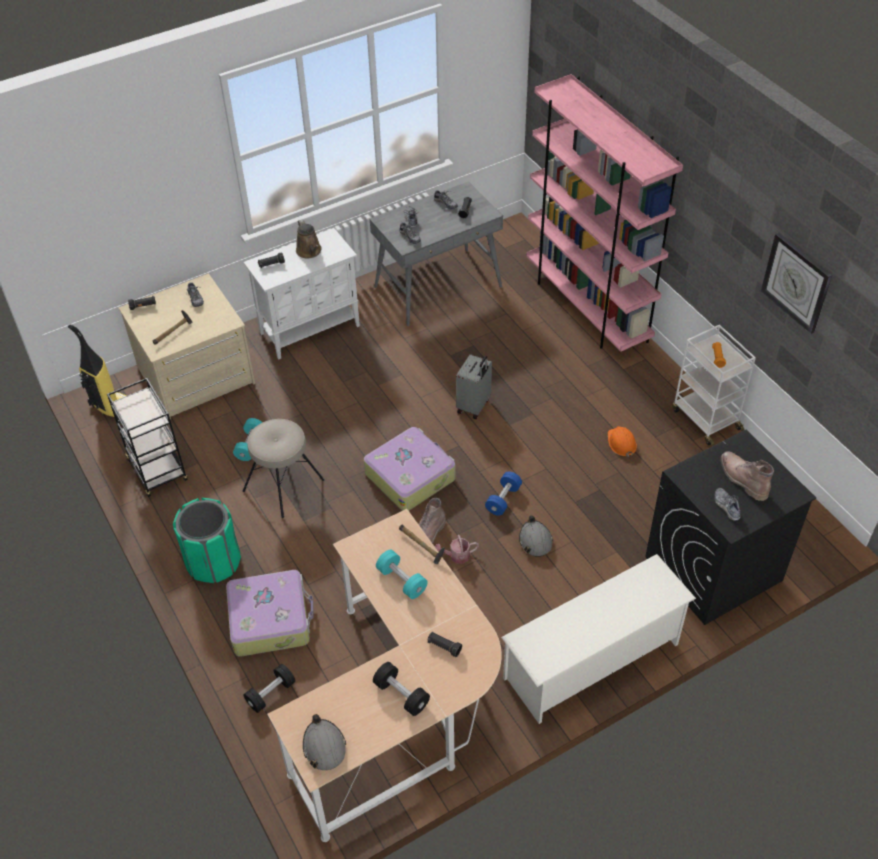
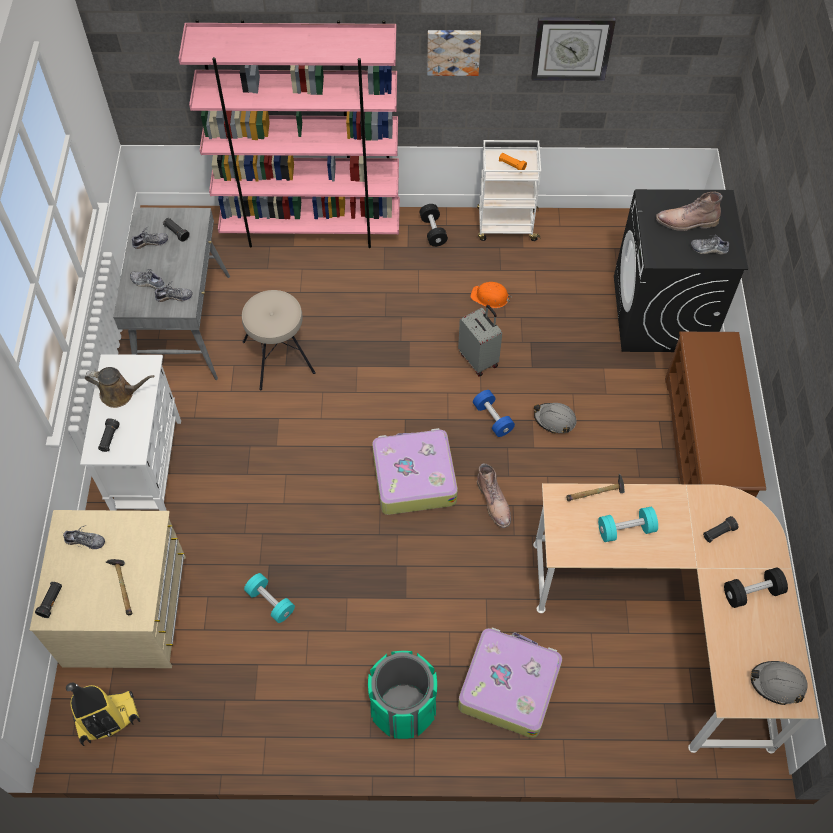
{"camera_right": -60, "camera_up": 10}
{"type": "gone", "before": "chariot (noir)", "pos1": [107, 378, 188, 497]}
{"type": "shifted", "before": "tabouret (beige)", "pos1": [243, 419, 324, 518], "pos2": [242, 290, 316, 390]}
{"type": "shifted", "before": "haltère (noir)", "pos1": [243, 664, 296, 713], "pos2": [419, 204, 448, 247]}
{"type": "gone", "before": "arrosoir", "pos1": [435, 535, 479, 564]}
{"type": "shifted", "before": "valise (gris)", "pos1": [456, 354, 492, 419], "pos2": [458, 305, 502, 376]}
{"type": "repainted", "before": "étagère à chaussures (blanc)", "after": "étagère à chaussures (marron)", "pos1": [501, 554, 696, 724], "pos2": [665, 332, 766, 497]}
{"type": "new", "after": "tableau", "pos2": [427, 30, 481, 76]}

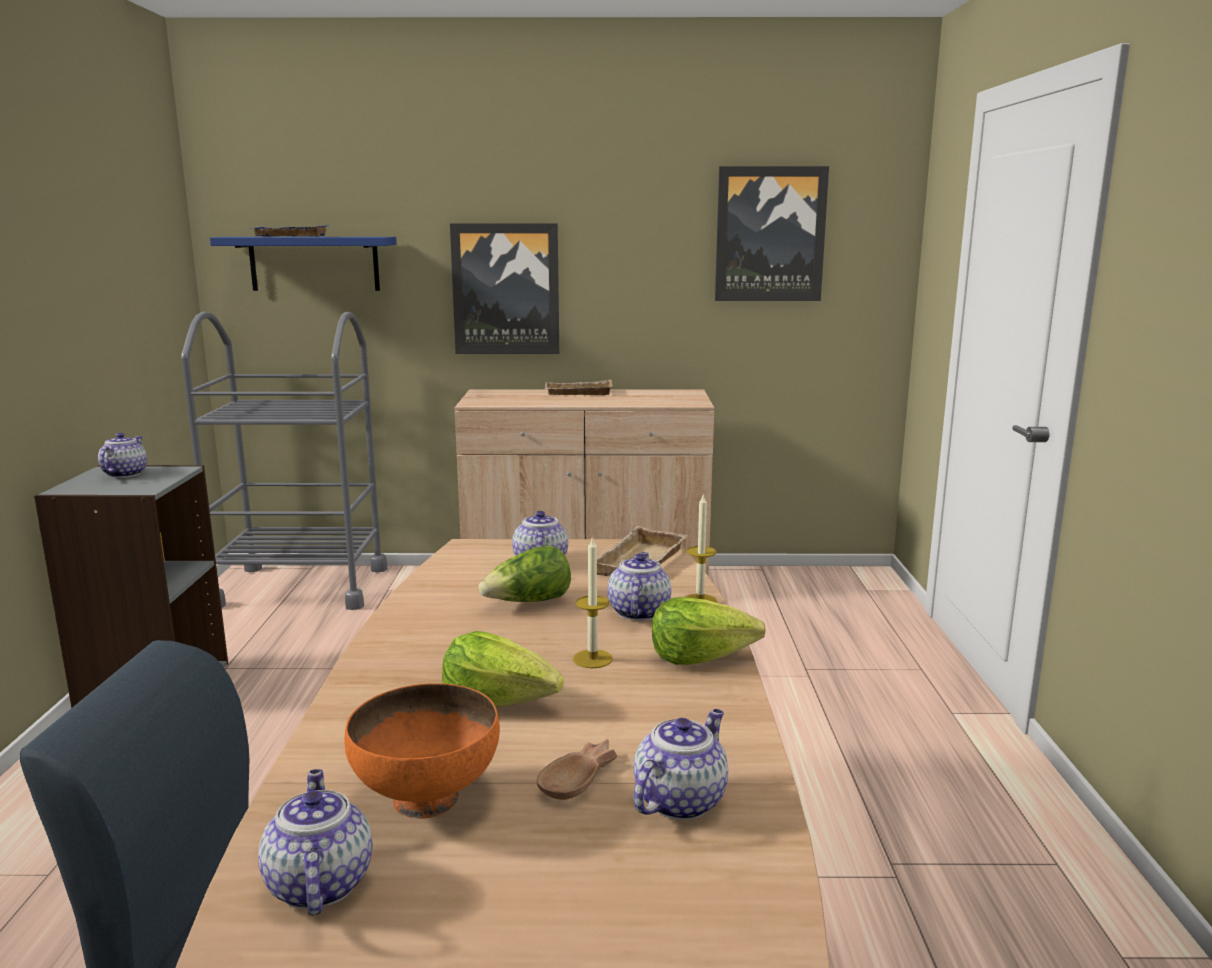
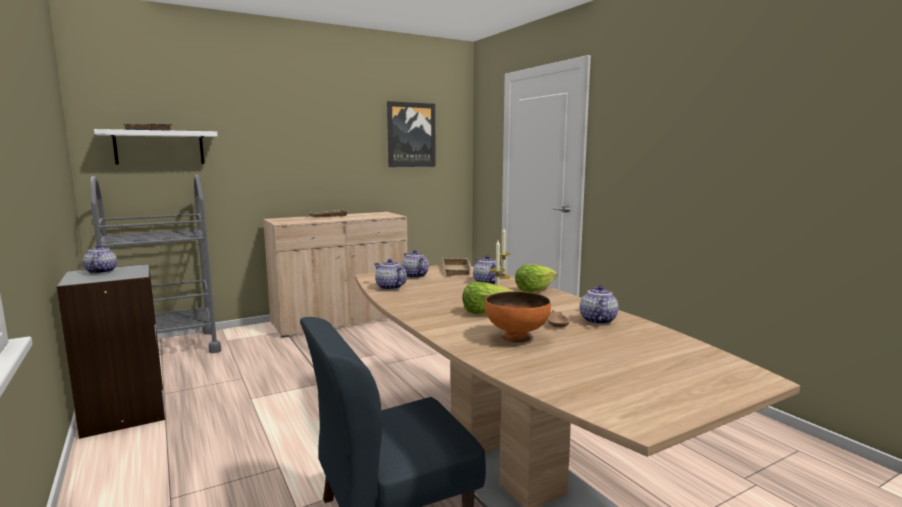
{"camera_right": -30, "camera_up": -5}
{"type": "repainted", "before": "étagère (bleu)", "after": "étagère (blanc)", "pos1": [210, 237, 397, 291], "pos2": [94, 129, 218, 165]}
{"type": "shifted", "before": "théière", "pos1": [258, 769, 373, 916], "pos2": [374, 259, 407, 290]}
{"type": "gone", "before": "tableau", "pos1": [450, 223, 559, 354]}
{"type": "gone", "before": "laitue", "pos1": [478, 545, 571, 602]}

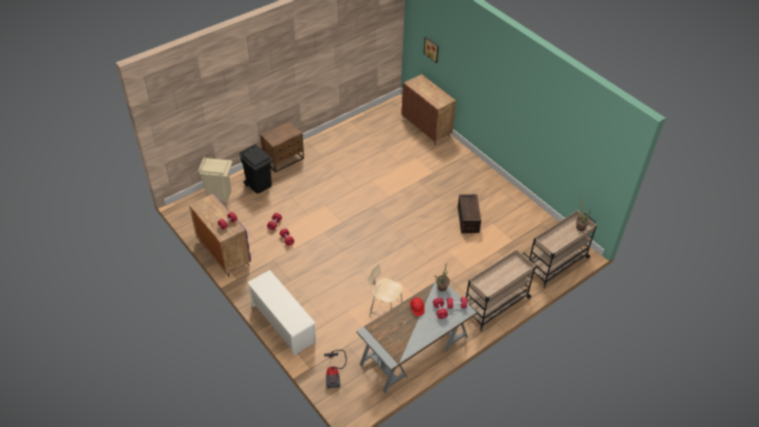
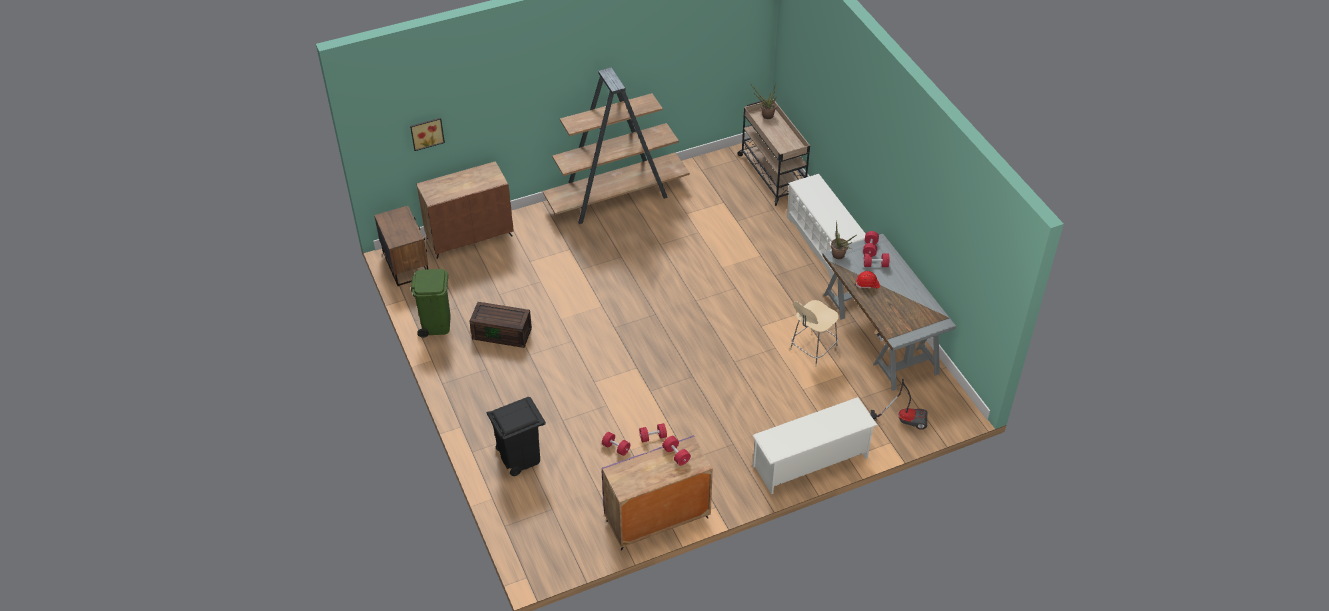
{"camera_right": -75, "camera_up": 0}
{"type": "gone", "before": "poubelle (beige)", "pos1": [198, 157, 232, 202]}
{"type": "shifted", "before": "table de chevet (marron)", "pos1": [260, 121, 304, 173], "pos2": [374, 206, 428, 286]}
{"type": "shifted", "before": "boîte de rangement (marron)", "pos1": [458, 194, 481, 233], "pos2": [469, 302, 532, 348]}
{"type": "swapped", "before": "chariot (beige)", "after": "étagère à chaussures (blanc)", "pos1": [466, 249, 536, 332], "pos2": [787, 174, 865, 279]}
{"type": "new", "after": "poubelle (vert)", "pos2": [411, 269, 451, 338]}
{"type": "new", "after": "bibliothèque (marron)", "pos2": [543, 68, 690, 224]}

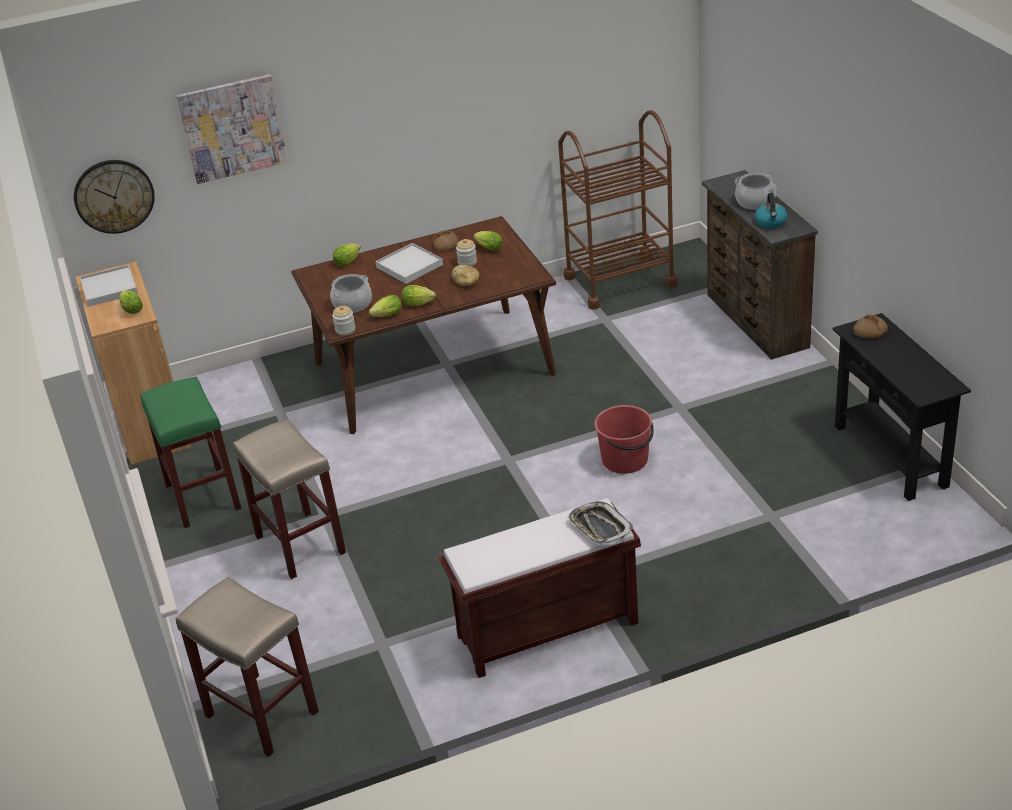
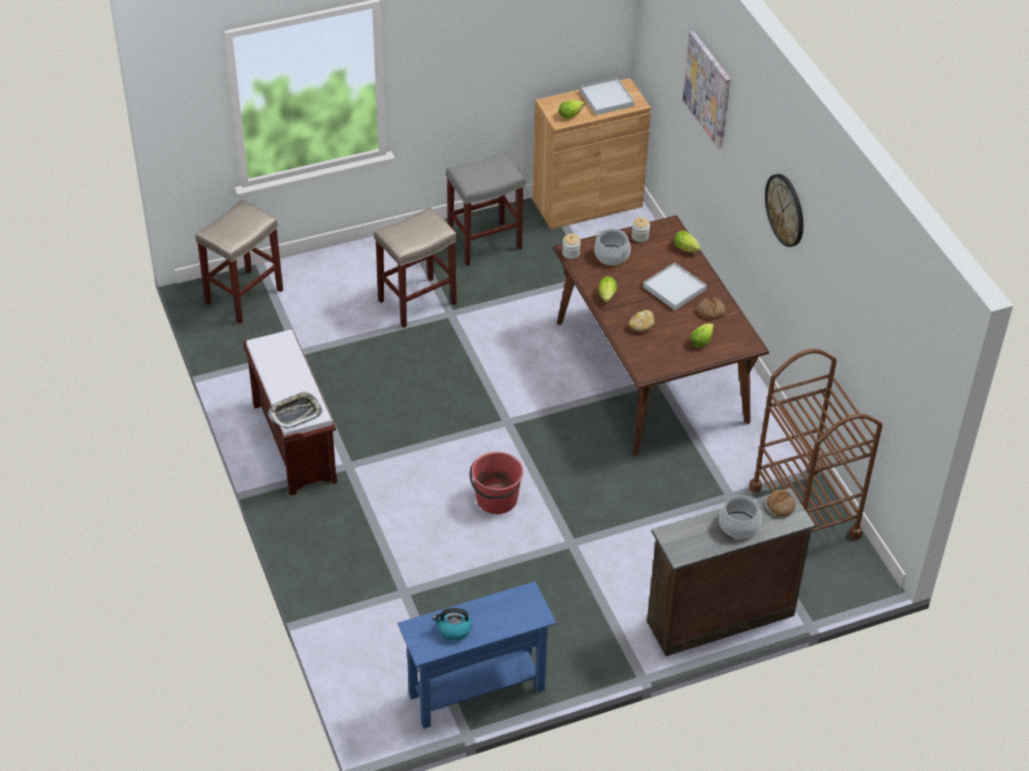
{"camera_right": 85, "camera_up": 10}
{"type": "shifted", "before": "horloge murale", "pos1": [74, 160, 155, 234], "pos2": [765, 174, 803, 247]}
{"type": "repainted", "before": "tabouret (vert)", "after": "tabouret (gris)", "pos1": [140, 377, 241, 528], "pos2": [446, 152, 525, 266]}
{"type": "gone", "before": "laitue", "pos1": [369, 295, 402, 317]}
{"type": "shifted", "before": "bocal", "pos1": [456, 239, 477, 266], "pos2": [631, 217, 650, 242]}
{"type": "shifted", "before": "bouilloire", "pos1": [755, 193, 787, 228], "pos2": [432, 608, 472, 641]}
{"type": "repainted", "before": "table console (noir)", "after": "table console (bleu)", "pos1": [833, 313, 971, 501], "pos2": [398, 581, 556, 729]}
{"type": "shifted", "before": "pain", "pos1": [853, 315, 888, 339], "pos2": [767, 490, 796, 517]}

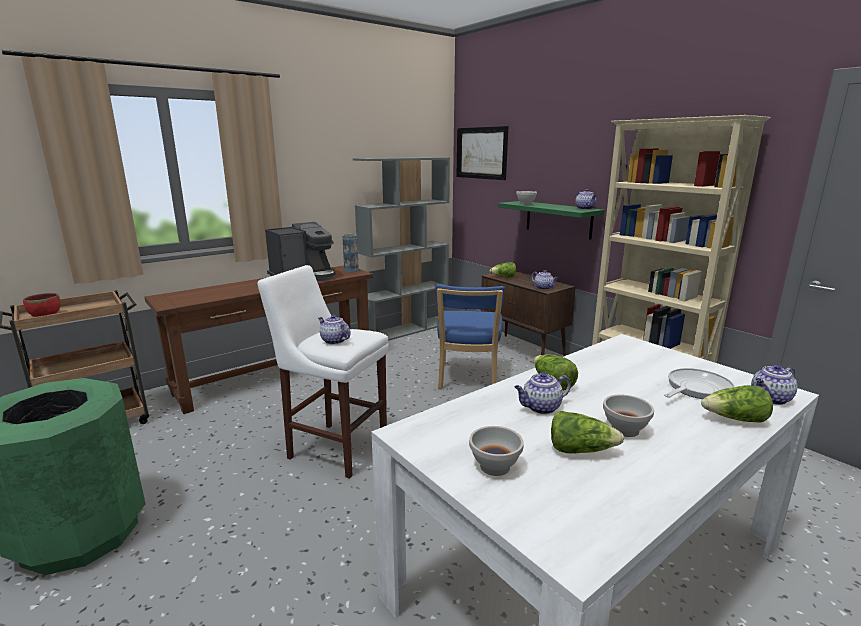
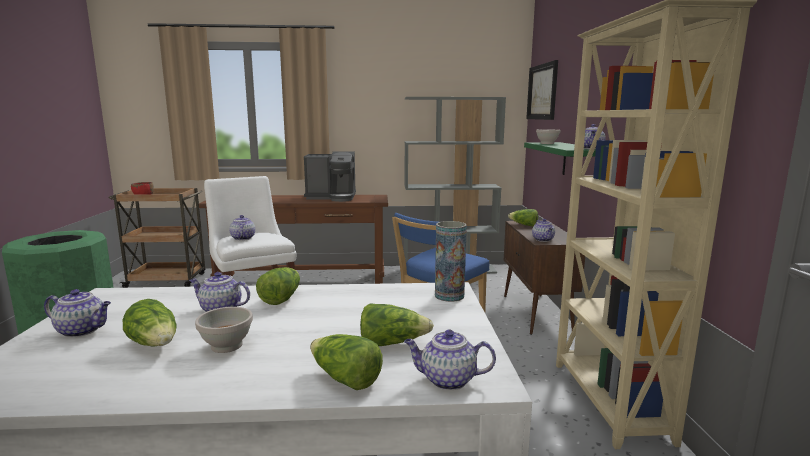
{"camera_right": 35, "camera_up": -5}
{"type": "shifted", "before": "vase", "pos1": [342, 234, 359, 273], "pos2": [435, 221, 467, 302]}
{"type": "swapped", "before": "bol (blanc)", "after": "théière", "pos1": [469, 426, 524, 476], "pos2": [44, 289, 111, 337]}
{"type": "swapped", "before": "poêle", "after": "laitue", "pos1": [664, 368, 735, 399], "pos2": [360, 303, 434, 346]}

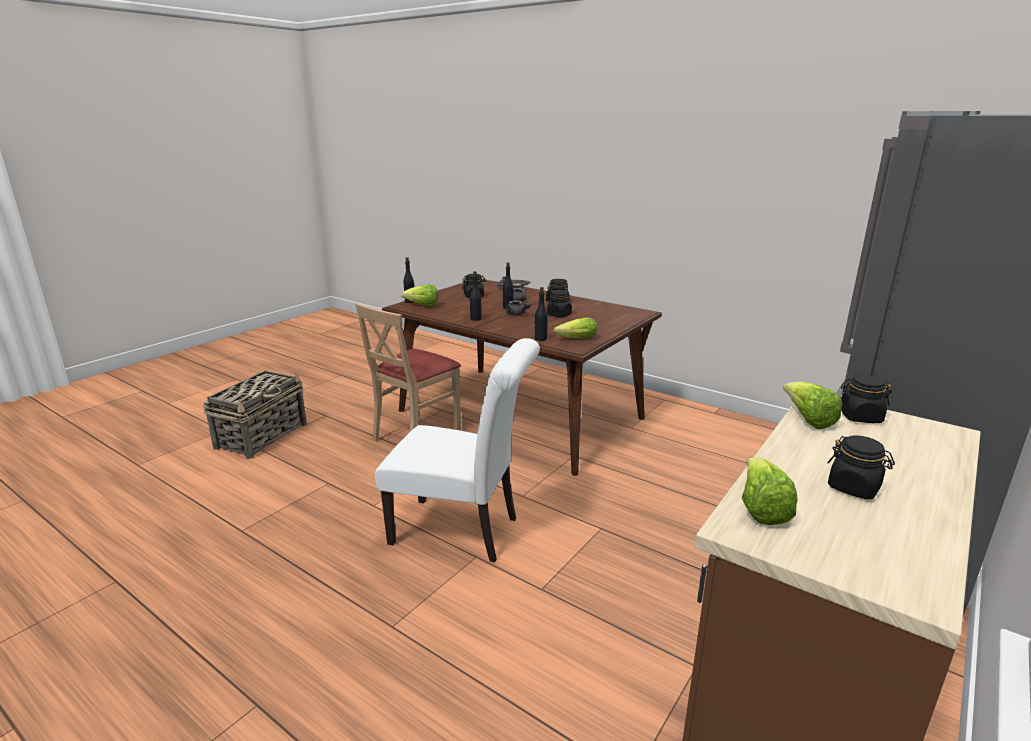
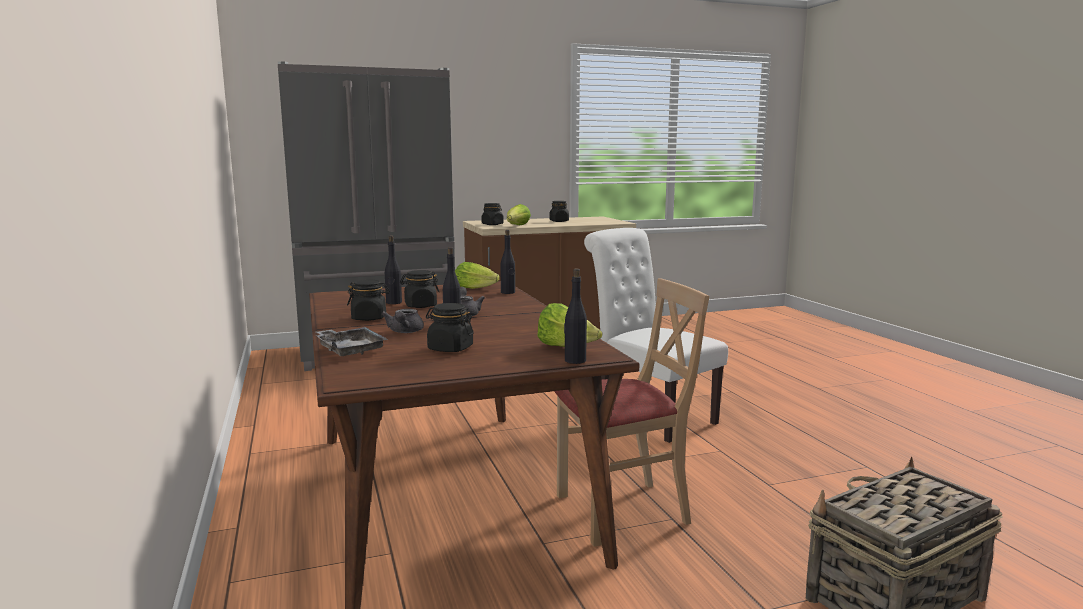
{"camera_right": -145, "camera_up": -10}
{"type": "shifted", "before": "bouteille (noir)", "pos1": [470, 271, 482, 321], "pos2": [385, 235, 402, 304]}
{"type": "gone", "before": "laitue", "pos1": [742, 457, 798, 525]}

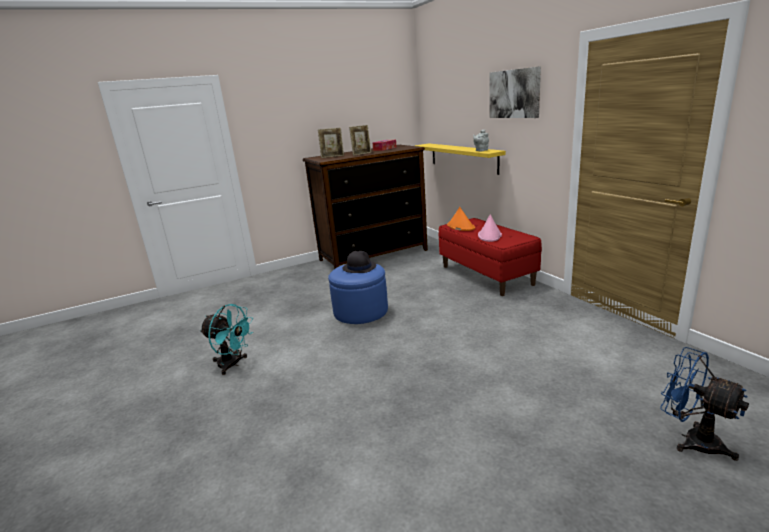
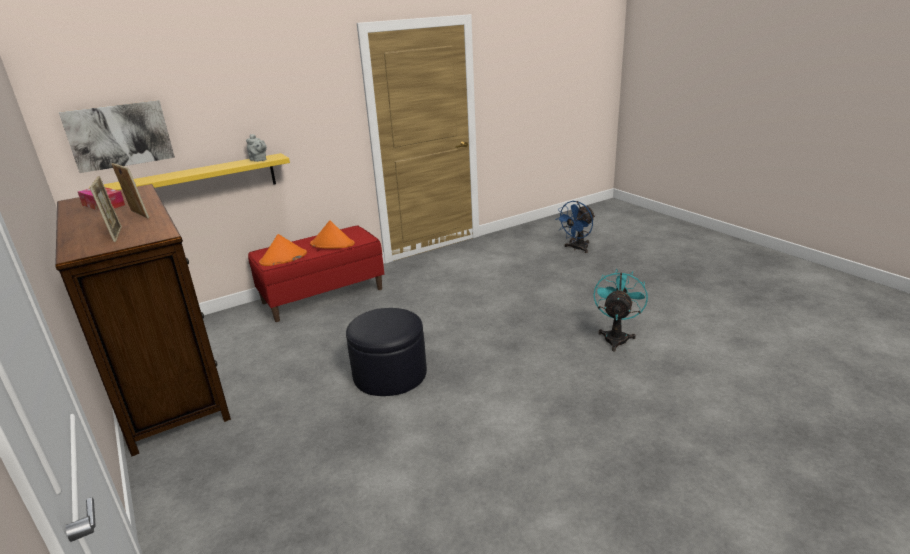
{"camera_right": -95, "camera_up": 5}
{"type": "shifted", "before": "ventilateur (turquoise)", "pos1": [200, 304, 254, 375], "pos2": [593, 269, 648, 352]}
{"type": "repainted", "before": "pouf (bleu)", "after": "pouf (noir)", "pos1": [328, 264, 388, 324], "pos2": [346, 308, 427, 396]}
{"type": "gone", "before": "chapeau (noir)", "pos1": [342, 251, 376, 273]}
{"type": "repainted", "before": "chapeau (rose)", "after": "chapeau (orange)", "pos1": [478, 214, 502, 242], "pos2": [310, 220, 355, 249]}
{"type": "shifted", "before": "tableau", "pos1": [489, 66, 541, 118], "pos2": [59, 100, 175, 173]}

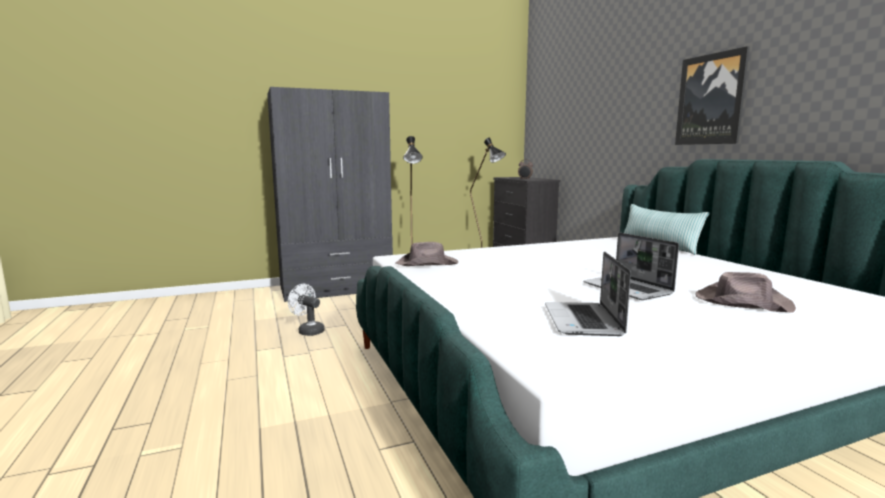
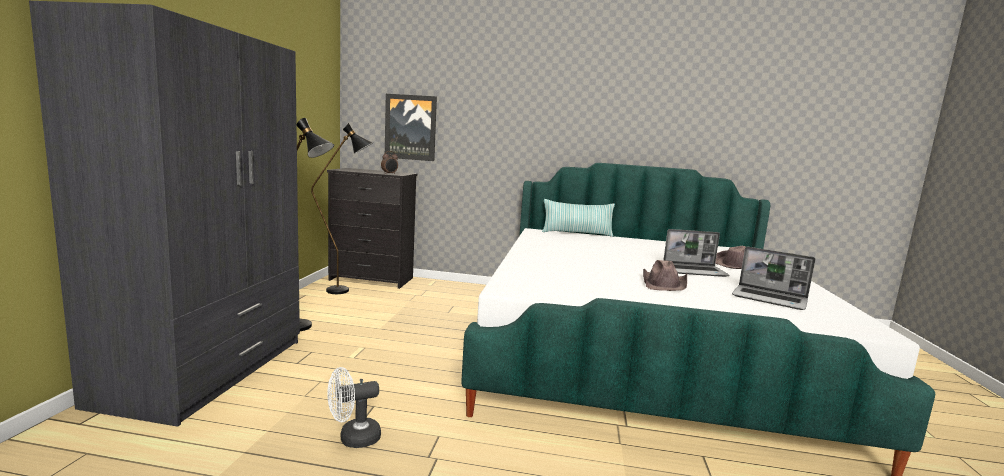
{"camera_right": -60, "camera_up": 0}
{"type": "shifted", "before": "chapeau (marron)", "pos1": [395, 242, 458, 266], "pos2": [643, 260, 687, 291]}
{"type": "shifted", "before": "tableau", "pos1": [675, 46, 750, 145], "pos2": [385, 94, 437, 161]}

